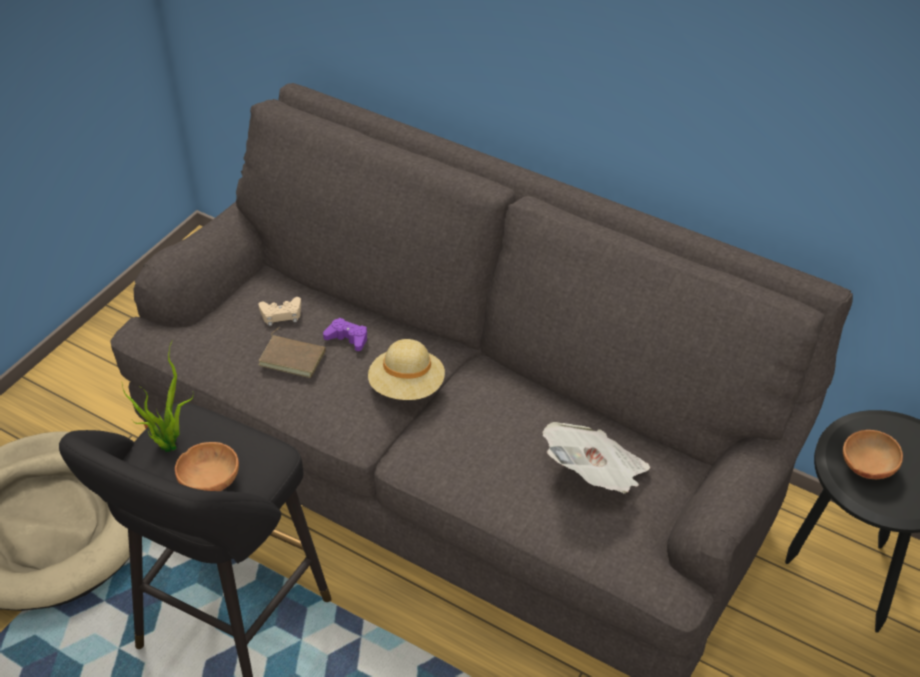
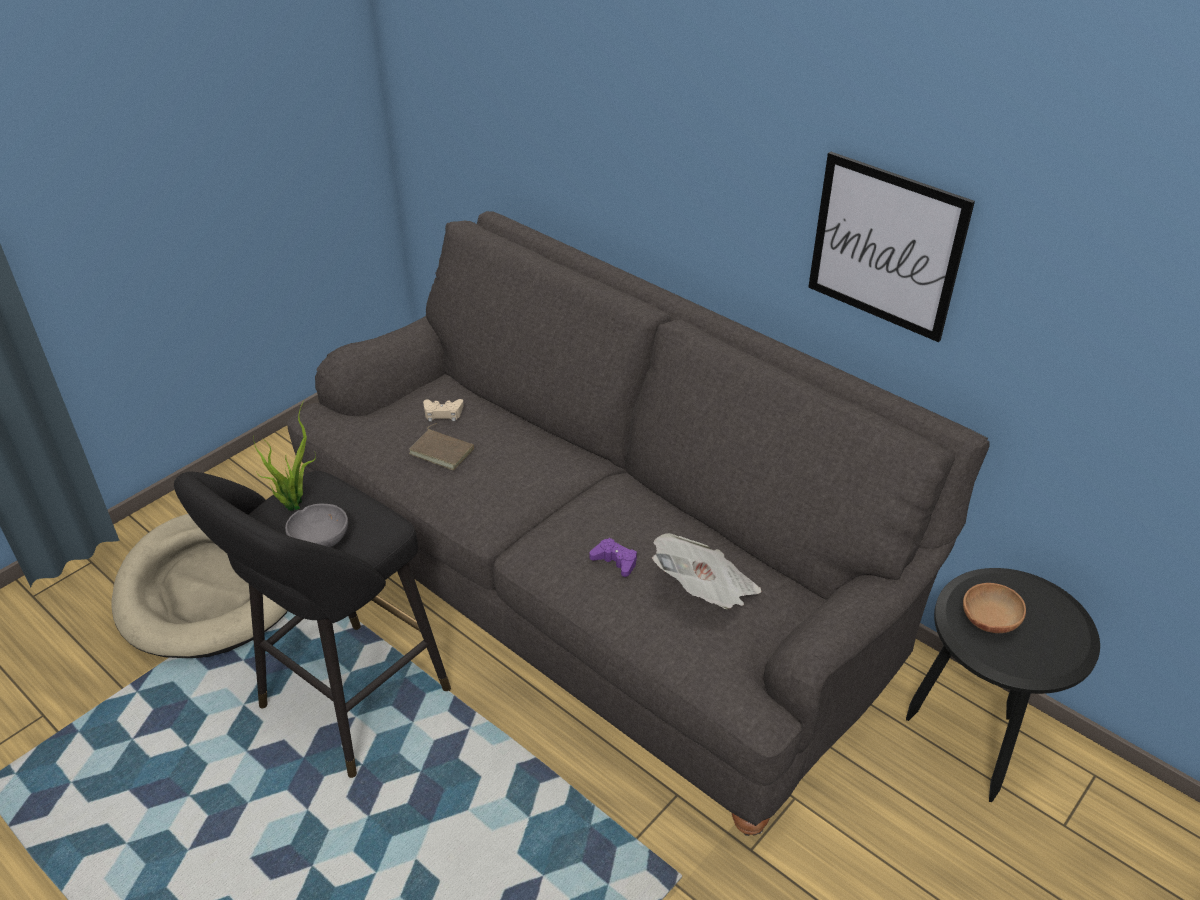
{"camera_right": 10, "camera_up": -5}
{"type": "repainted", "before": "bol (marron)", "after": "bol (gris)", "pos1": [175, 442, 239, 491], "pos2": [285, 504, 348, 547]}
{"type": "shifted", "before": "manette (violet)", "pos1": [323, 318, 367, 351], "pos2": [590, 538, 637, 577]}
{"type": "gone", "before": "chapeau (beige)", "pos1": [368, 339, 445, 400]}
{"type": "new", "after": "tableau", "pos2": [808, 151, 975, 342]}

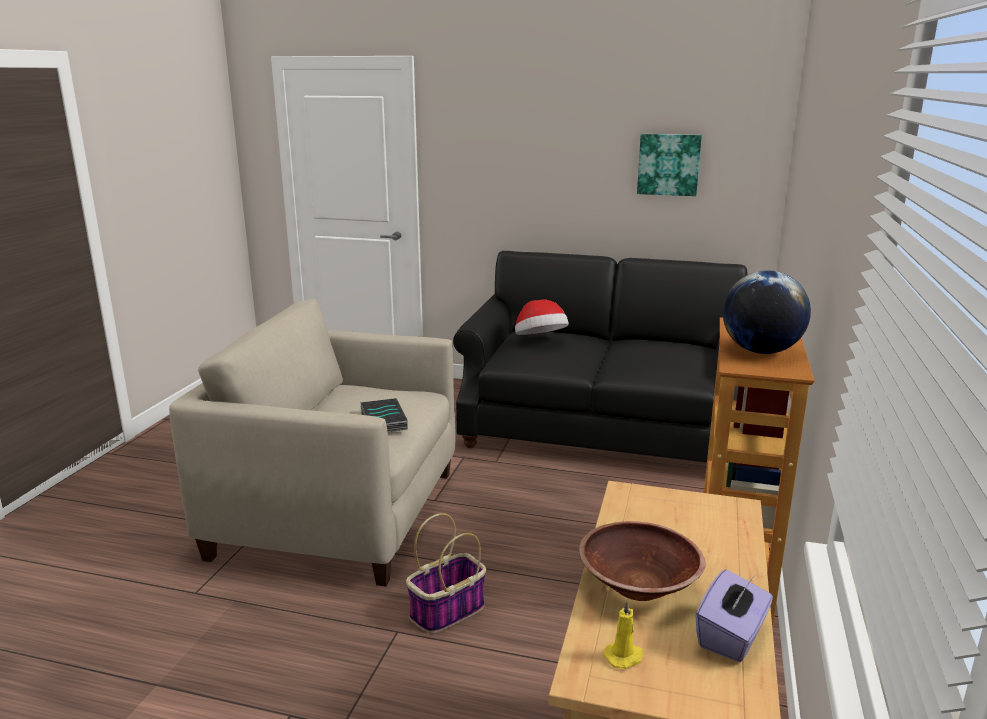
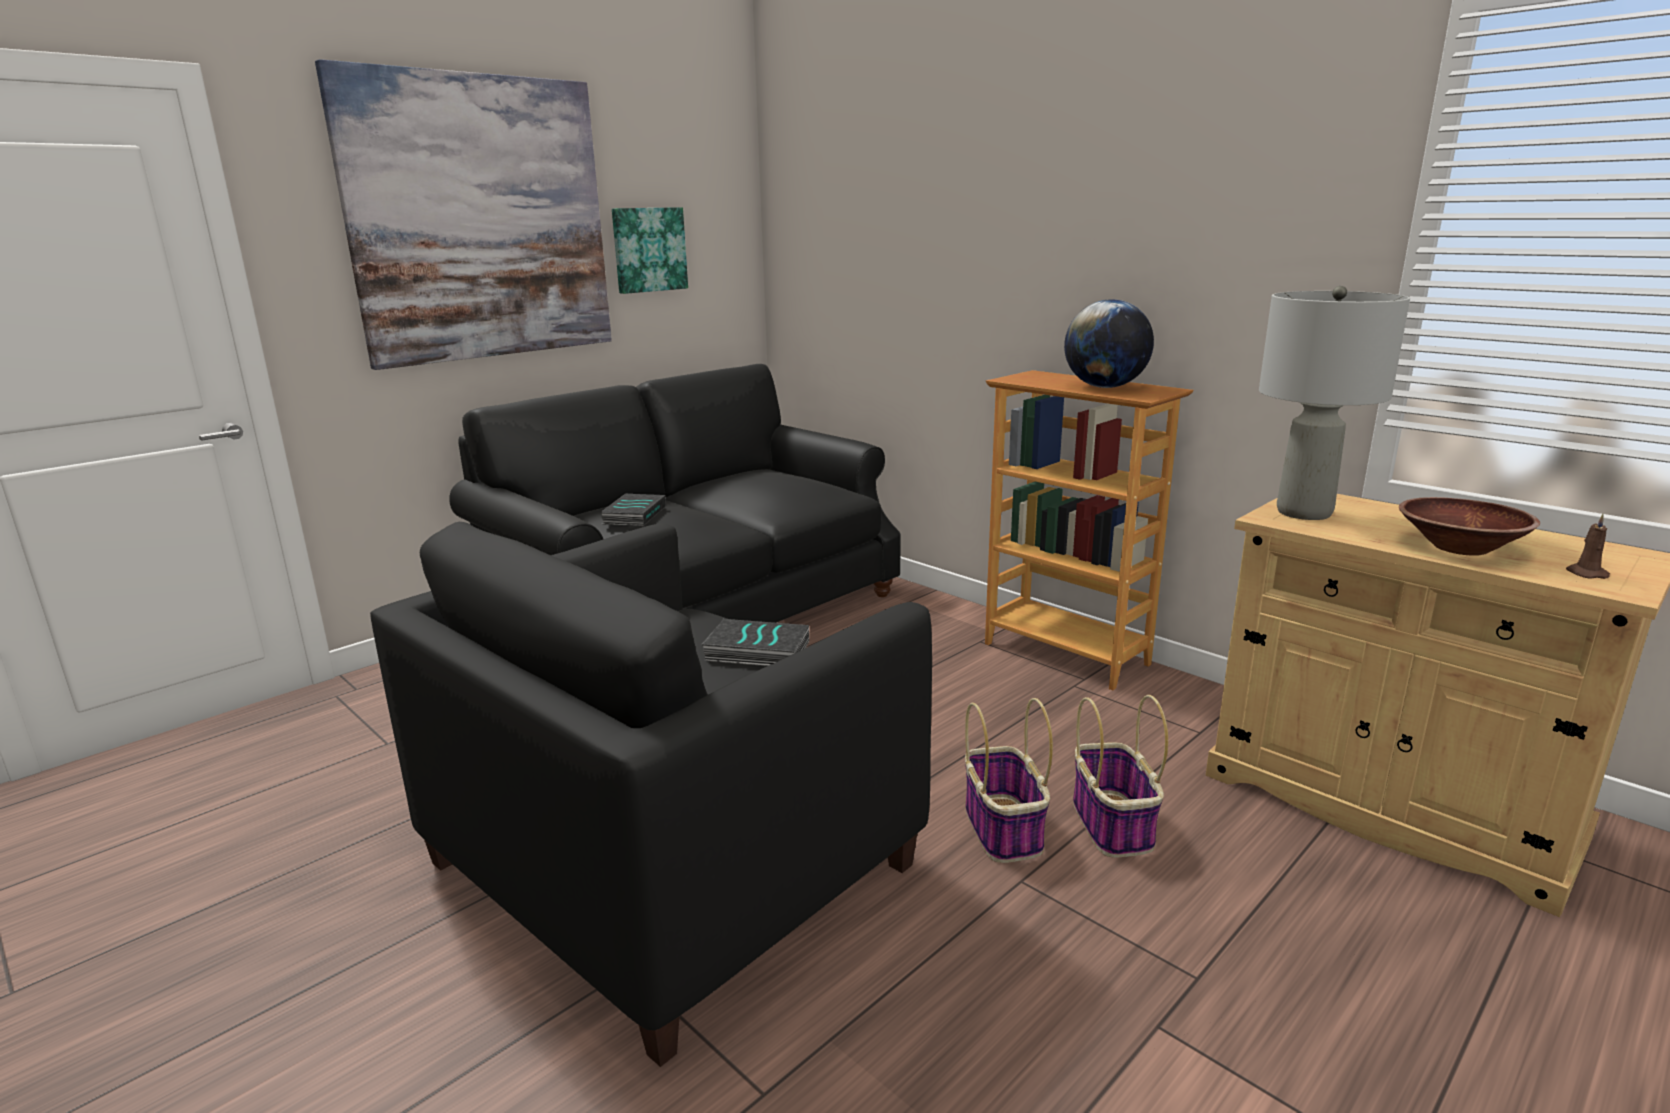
{"camera_right": -60, "camera_up": 0}
{"type": "repainted", "before": "fauteuil (beige)", "after": "fauteuil (noir)", "pos1": [169, 299, 455, 587], "pos2": [370, 522, 932, 1067]}
{"type": "swapped", "before": "chapeau", "after": "livre", "pos1": [515, 300, 569, 335], "pos2": [600, 494, 666, 526]}
{"type": "repainted", "before": "bougie (jaune)", "after": "bougie (marron)", "pos1": [604, 600, 644, 669], "pos2": [1566, 514, 1610, 579]}
{"type": "gone", "before": "boîte à mouchoirs (violet)", "pos1": [696, 569, 773, 662]}
{"type": "new", "after": "tableau", "pos2": [315, 59, 612, 370]}
{"type": "new", "after": "panier", "pos2": [1073, 695, 1168, 858]}
{"type": "new", "after": "lampe de table (gris)", "pos2": [1259, 286, 1410, 520]}

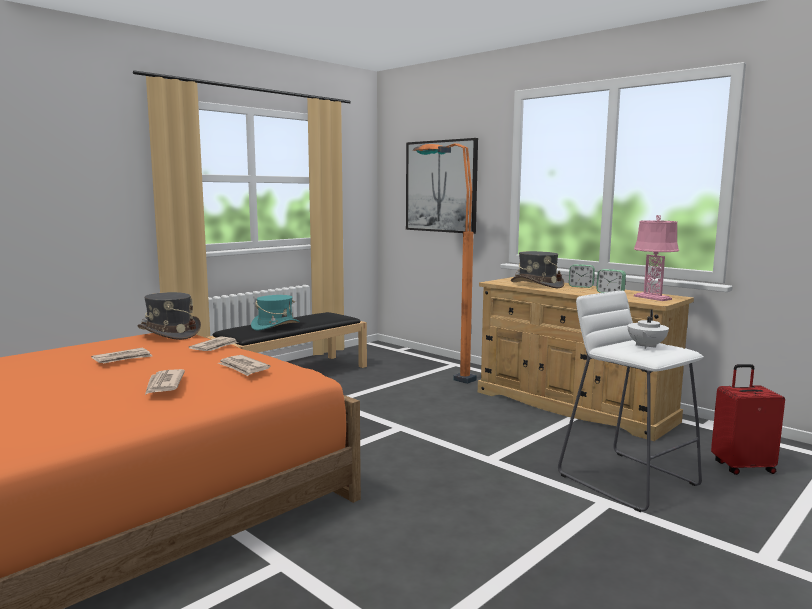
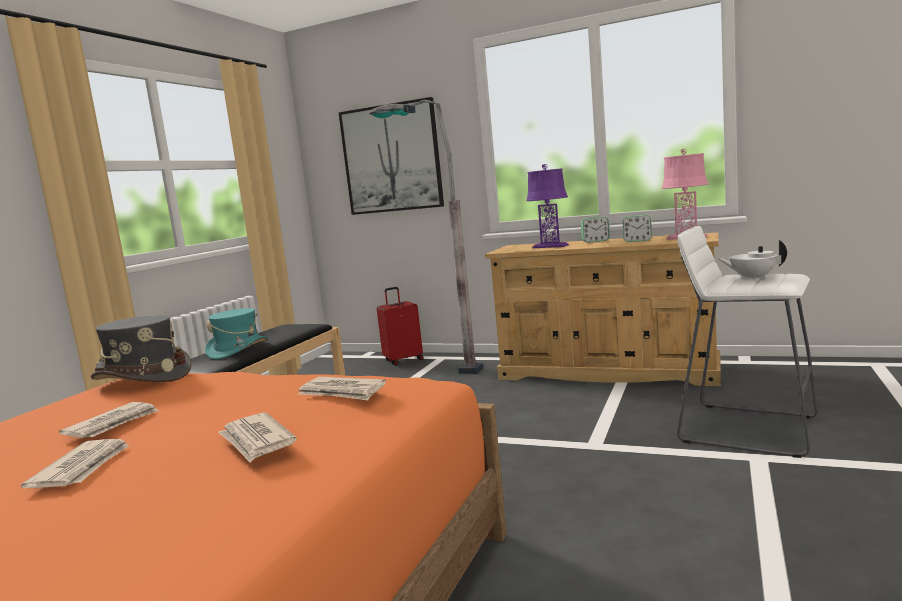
{"camera_right": -20, "camera_up": 0}
{"type": "shifted", "before": "journal", "pos1": [188, 336, 238, 351], "pos2": [21, 439, 130, 488]}
{"type": "repainted", "before": "lampadaire (orange)", "after": "lampadaire (gris)", "pos1": [413, 143, 477, 384], "pos2": [369, 99, 483, 374]}
{"type": "swapped", "before": "chapeau (gris)", "after": "lampe de table (violet)", "pos1": [511, 251, 564, 288], "pos2": [526, 164, 569, 248]}
{"type": "rotated", "before": "théière (blanc)", "pos1": [628, 310, 669, 349], "pos2": [717, 240, 787, 280], "turn": 105}
{"type": "shifted", "before": "valise (rouge)", "pos1": [711, 364, 785, 475], "pos2": [377, 287, 423, 365]}

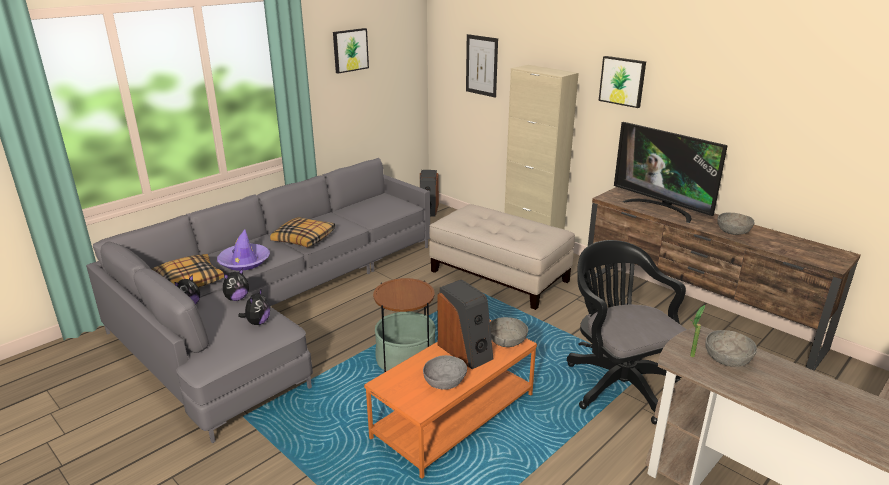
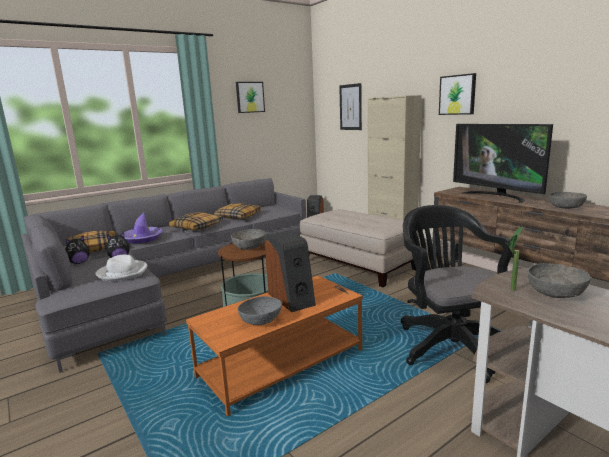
{"camera_right": 10, "camera_up": -10}
{"type": "swapped", "before": "peluche", "after": "chapeau (blanc)", "pos1": [238, 288, 270, 325], "pos2": [95, 255, 147, 281]}
{"type": "shifted", "before": "bol (gris)", "pos1": [490, 317, 528, 347], "pos2": [231, 229, 266, 250]}
{"type": "new", "after": "coussin", "pos2": [214, 203, 261, 219]}

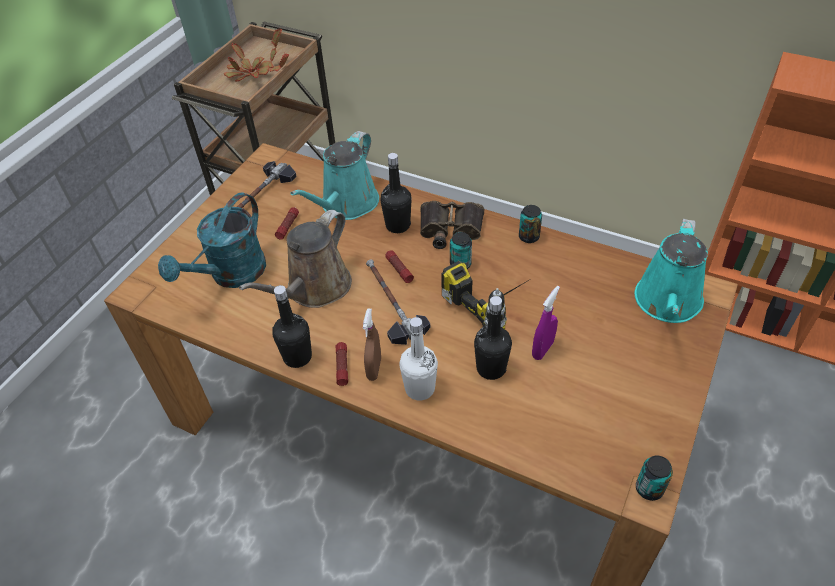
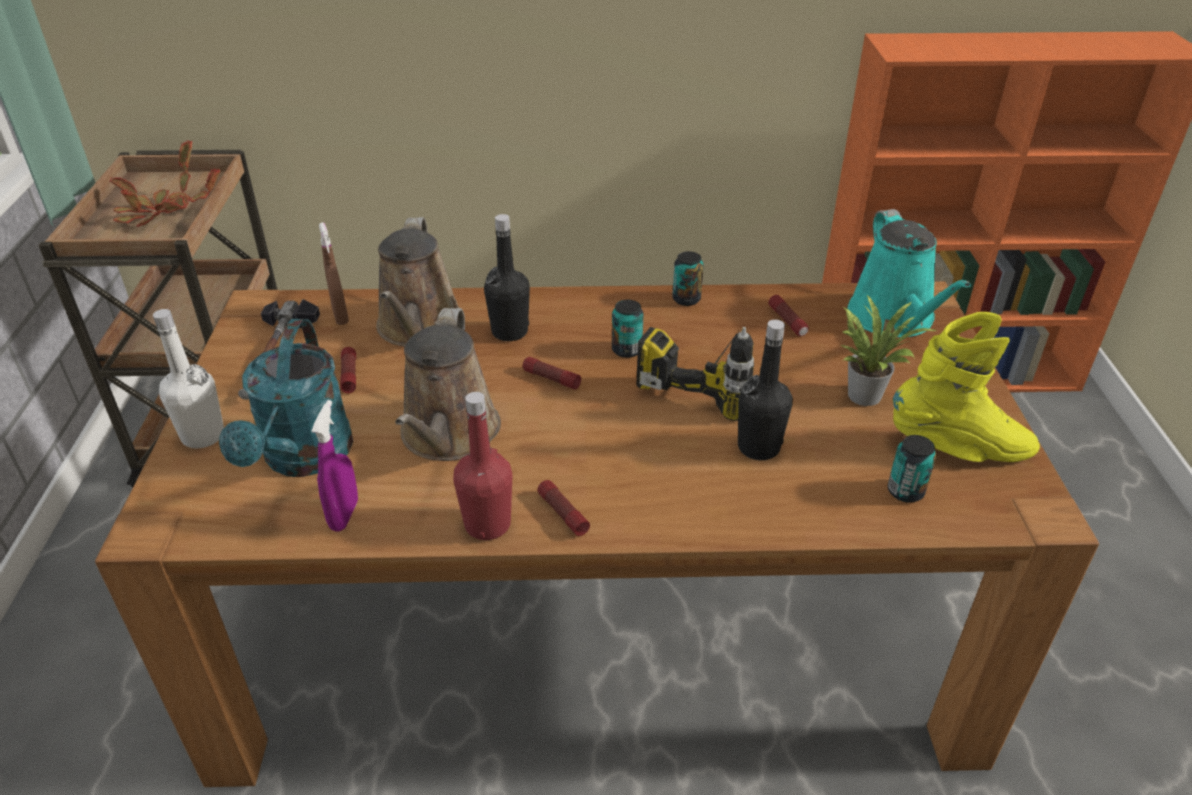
{"camera_right": -30, "camera_up": -10}
{"type": "repainted", "before": "bouteille (noir)", "after": "bouteille (rouge)", "pos1": [273, 285, 312, 368], "pos2": [453, 392, 512, 540]}
{"type": "repainted", "before": "arrosoir (turquoise)", "after": "arrosoir (marron)", "pos1": [290, 131, 379, 220], "pos2": [376, 217, 460, 346]}
{"type": "shifted", "before": "vaporisateur (marron)", "pos1": [363, 308, 381, 381], "pos2": [319, 223, 349, 325]}
{"type": "gone", "before": "marteau", "pos1": [366, 259, 430, 345]}
{"type": "shifted", "before": "bouteille (blanc)", "pos1": [399, 317, 438, 401], "pos2": [153, 309, 224, 448]}
{"type": "gone", "before": "jumelles", "pos1": [420, 201, 484, 249]}
{"type": "shifted", "before": "vaporisateur (violet)", "pos1": [532, 286, 560, 360], "pos2": [311, 400, 358, 532]}
{"type": "shifted", "before": "boîte métallique", "pos1": [636, 455, 673, 501], "pos2": [888, 435, 936, 503]}
{"type": "new", "after": "lampe de poche", "pos2": [768, 295, 809, 336]}
{"type": "new", "after": "plante en pot", "pos2": [841, 295, 938, 406]}
{"type": "new", "after": "botte (jaune)", "pos2": [893, 312, 1040, 462]}

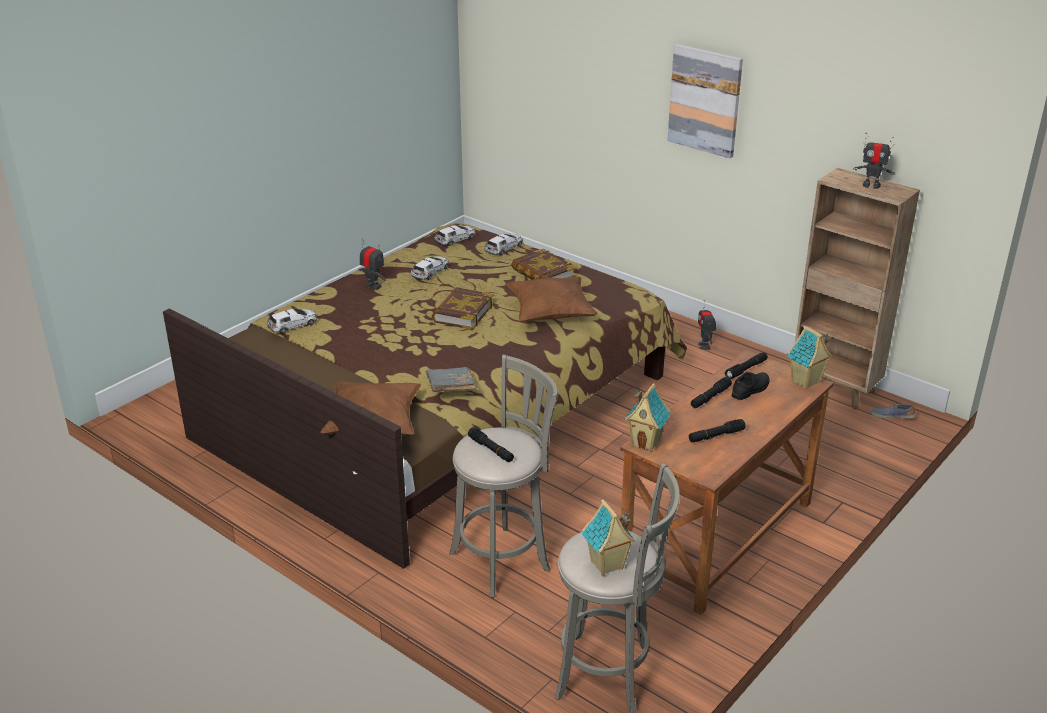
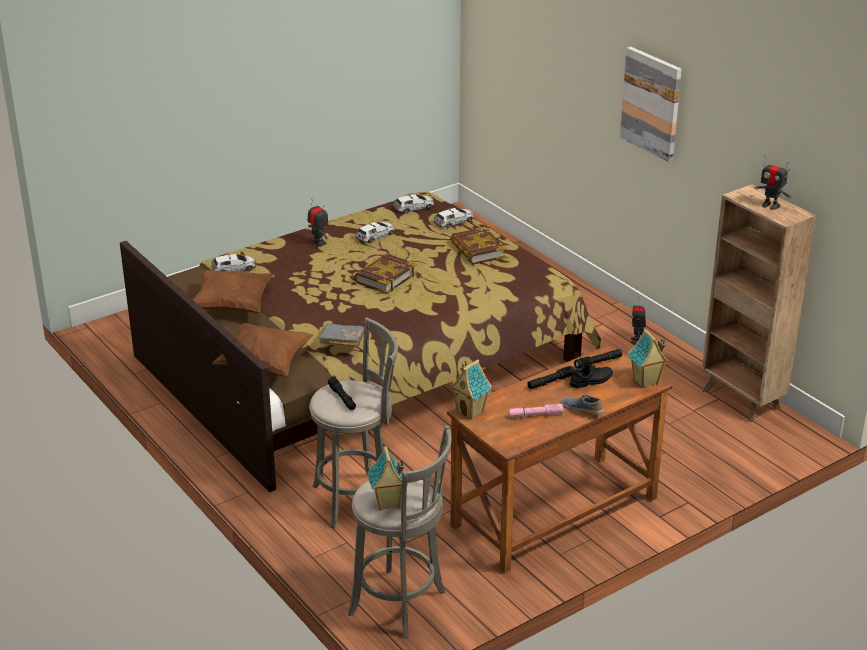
{"camera_right": 15, "camera_up": 0}
{"type": "shifted", "before": "coussin (marron)", "pos1": [506, 277, 598, 321], "pos2": [193, 270, 273, 313]}
{"type": "repainted", "before": "lampe de poche (noir)", "after": "lampe de poche (rose)", "pos1": [689, 419, 746, 442], "pos2": [509, 404, 563, 417]}
{"type": "shifted", "before": "chaussure", "pos1": [871, 403, 916, 419], "pos2": [561, 395, 605, 414]}

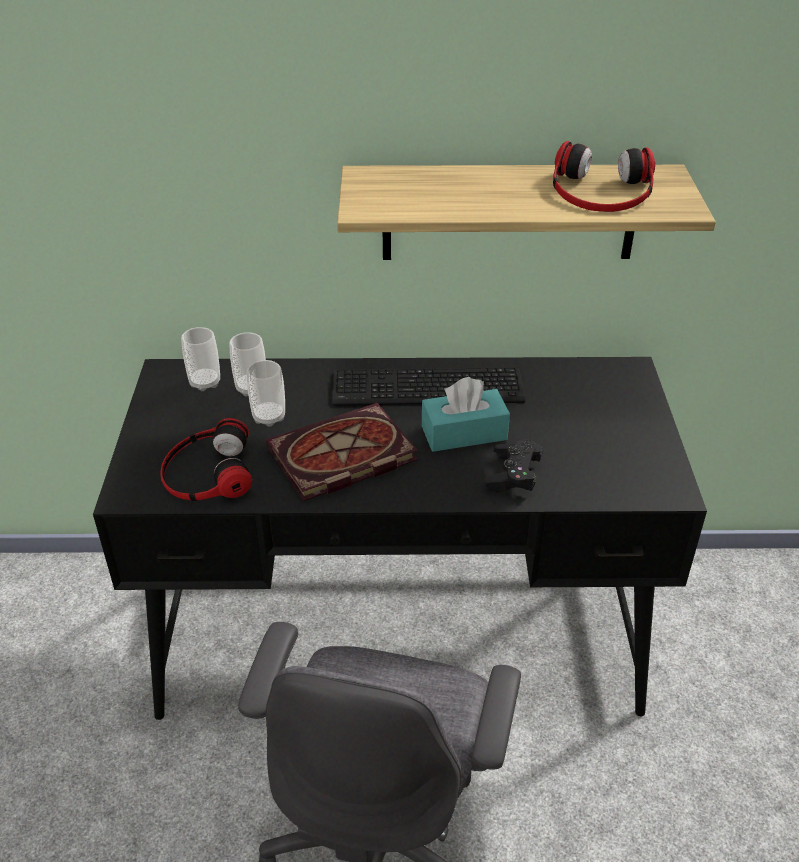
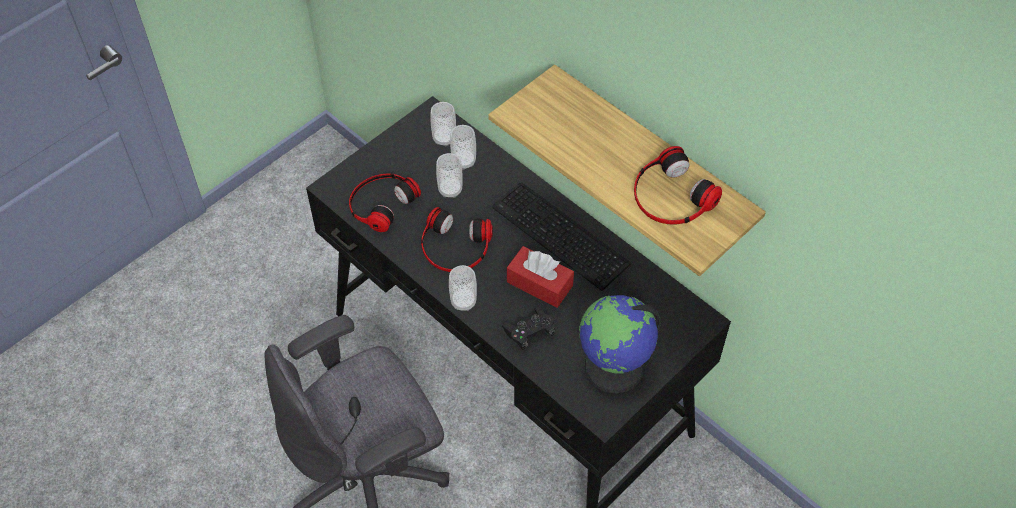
{"camera_right": 45, "camera_up": 15}
{"type": "swapped", "before": "livre", "after": "casque audio", "pos1": [266, 403, 418, 501], "pos2": [421, 207, 493, 272]}
{"type": "repainted", "before": "boîte à mouchoirs (turquoise)", "after": "boîte à mouchoirs (rouge)", "pos1": [422, 377, 510, 452], "pos2": [507, 246, 574, 308]}
{"type": "new", "after": "tasse", "pos2": [449, 265, 477, 311]}
{"type": "new", "after": "globe", "pos2": [579, 295, 661, 393]}

